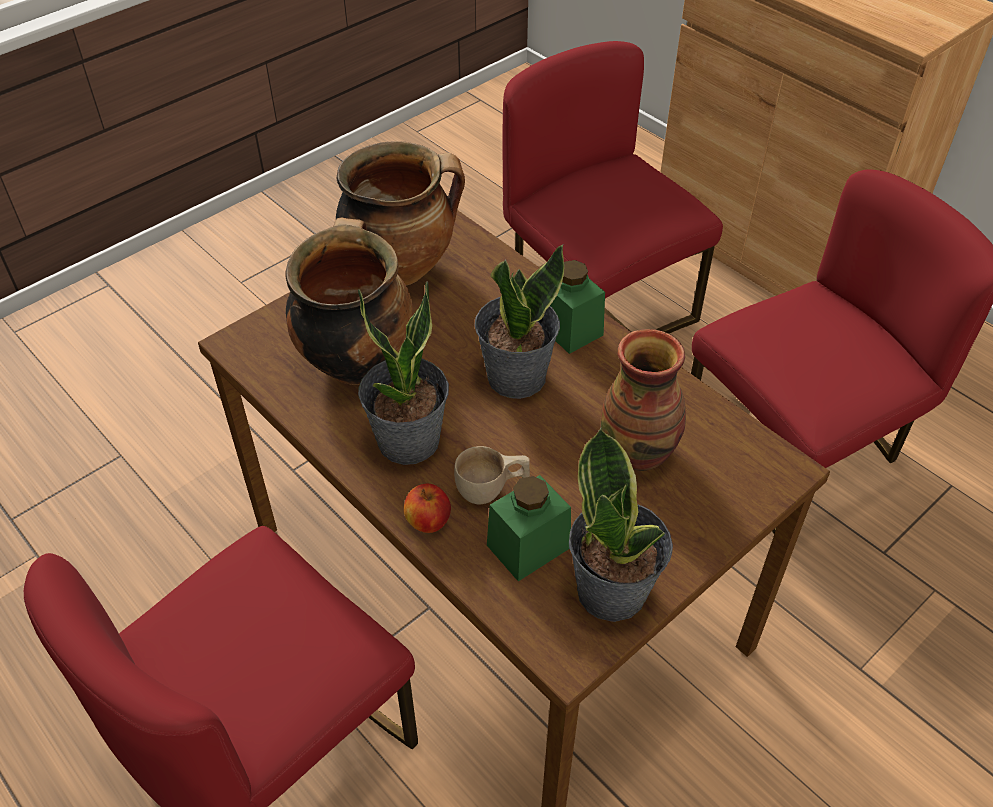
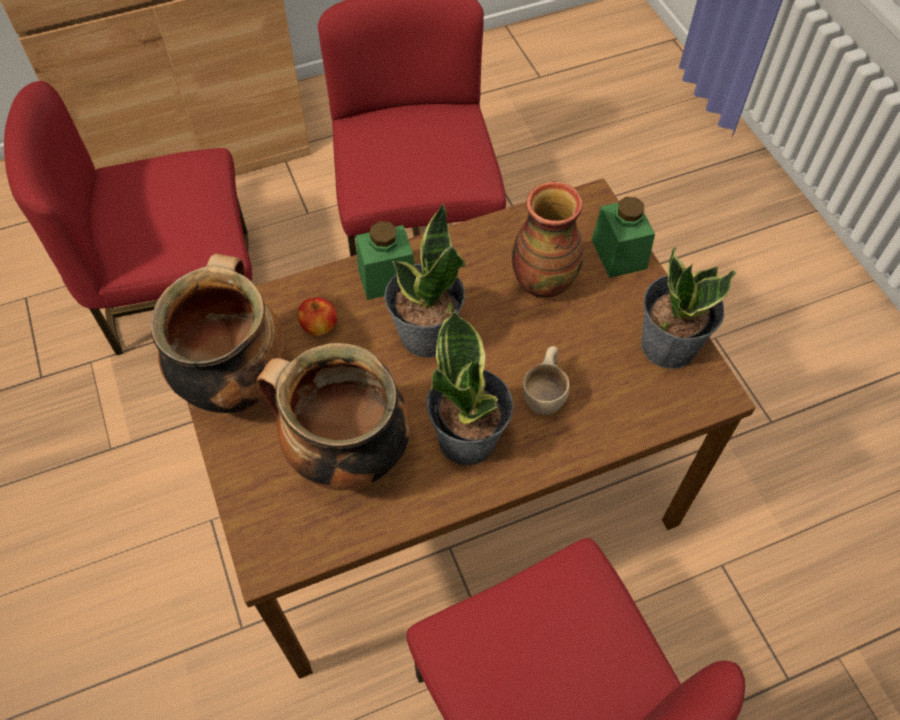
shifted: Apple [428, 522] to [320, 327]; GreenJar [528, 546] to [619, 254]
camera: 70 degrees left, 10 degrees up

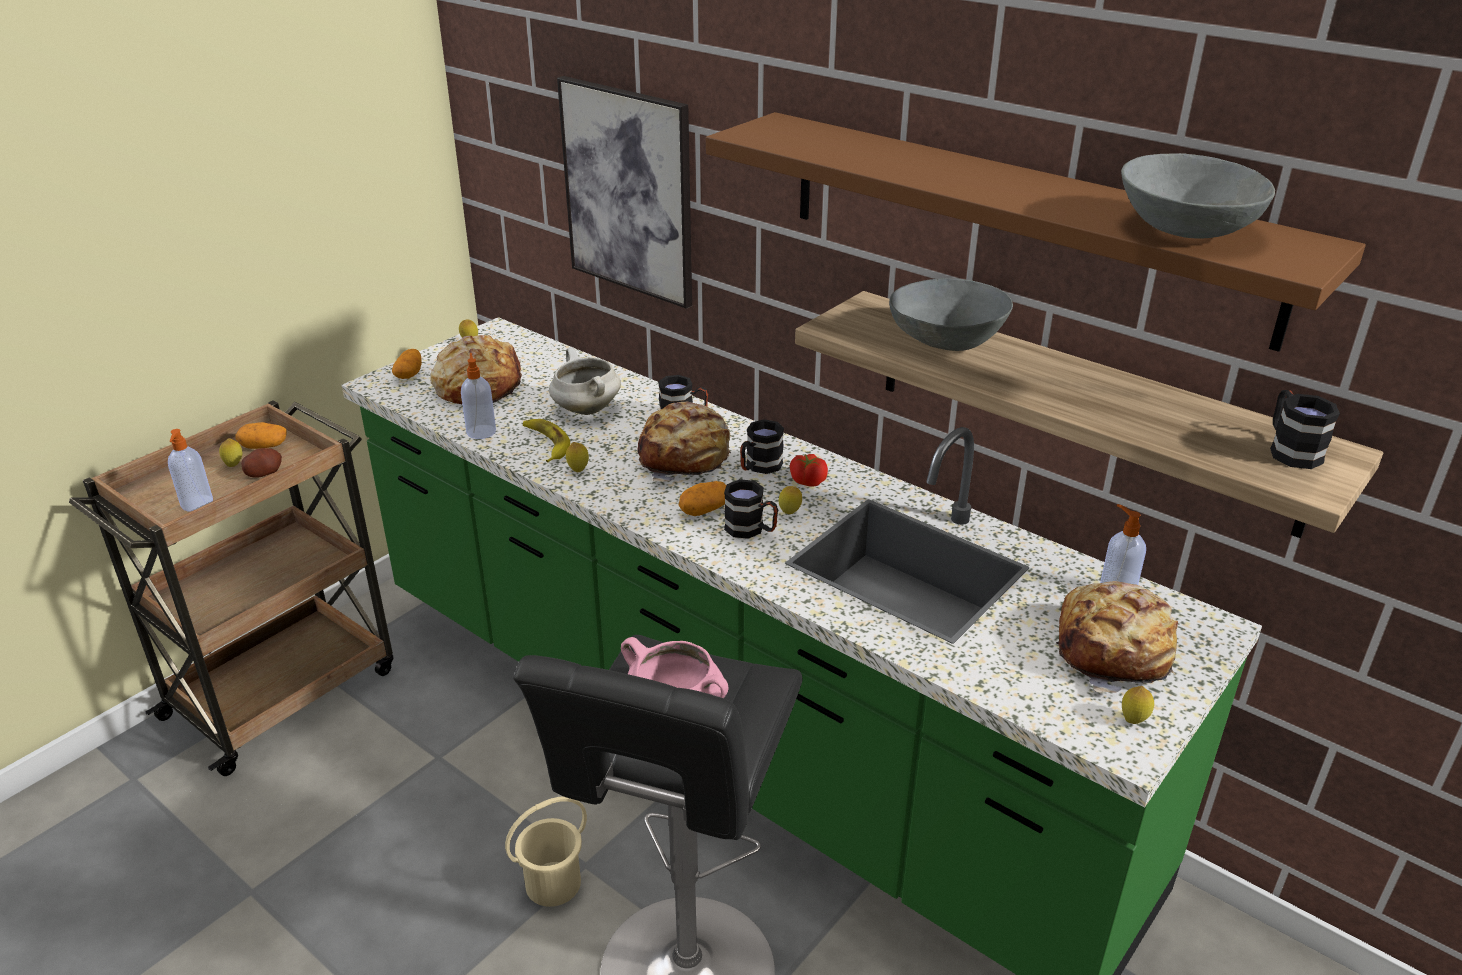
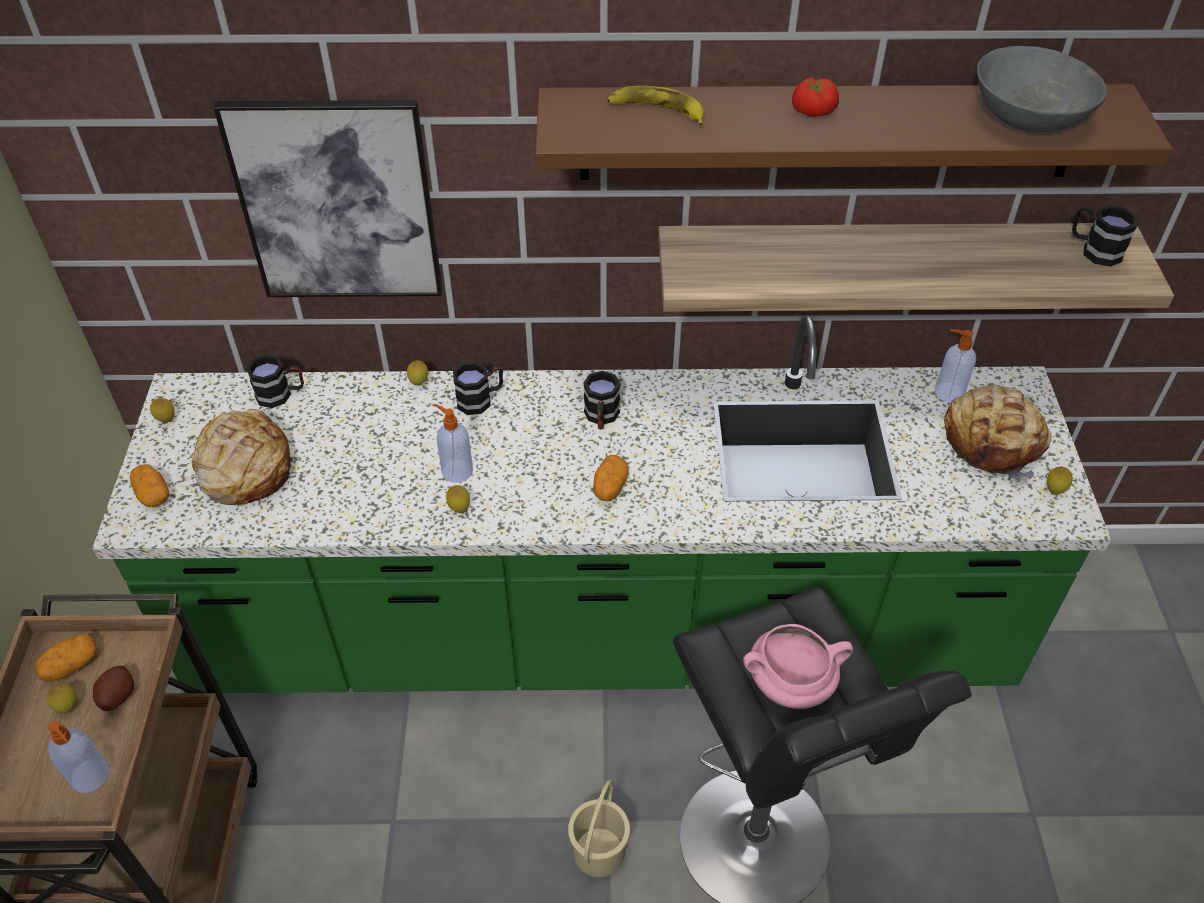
gone: WhiteCookingPot [585, 409]; Bread [685, 457]; GreyBowl [948, 340]
shifted: SoapDispenser [481, 431] to [456, 471]; Banana [546, 443] to [657, 111]; BlackMug [751, 530] to [281, 394]; Lemon [789, 513] to [419, 383]; Tomato [808, 480] to [812, 110]
camera: 40 degrees left, 15 degrees up

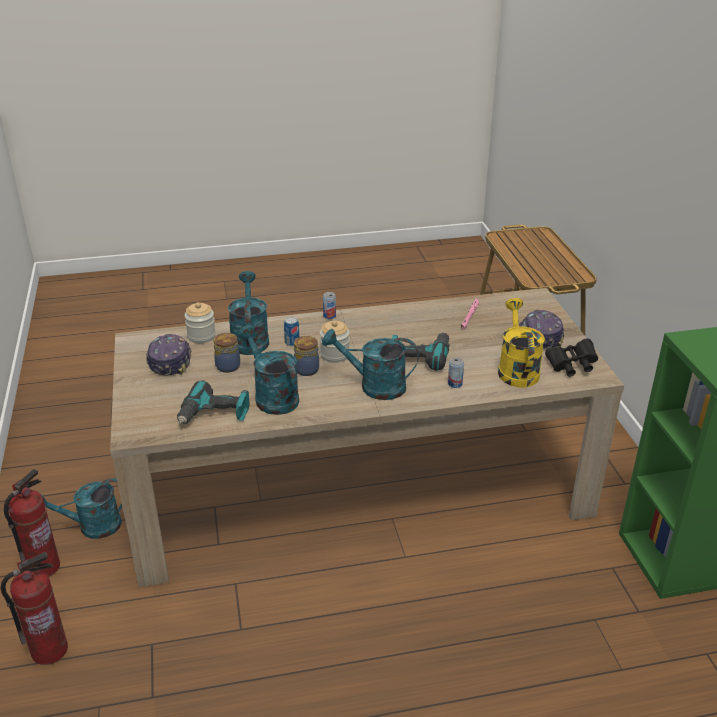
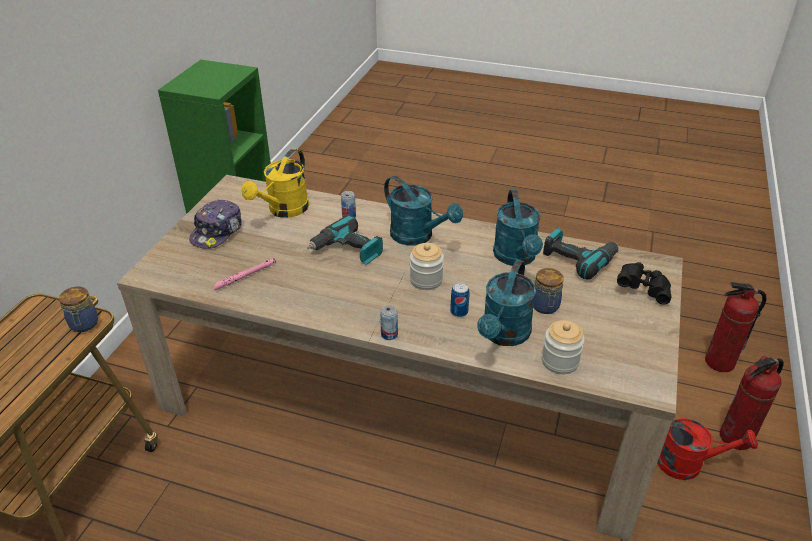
gone: Cap [170, 361]
shifted: Jar [306, 369] to [84, 325]; BlackBinoculars [571, 366] to [643, 289]
repainted: TurquoiseWateringCan [92, 527] to RedWateringCan [688, 463]
camera: 150 degrees left, 5 degrees up

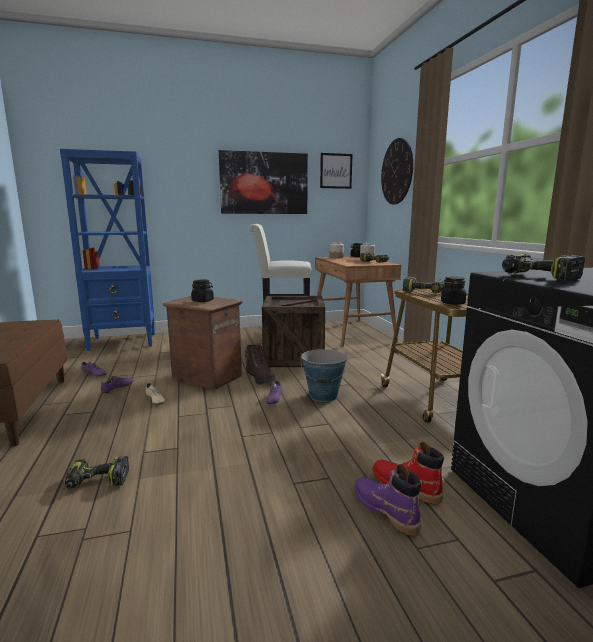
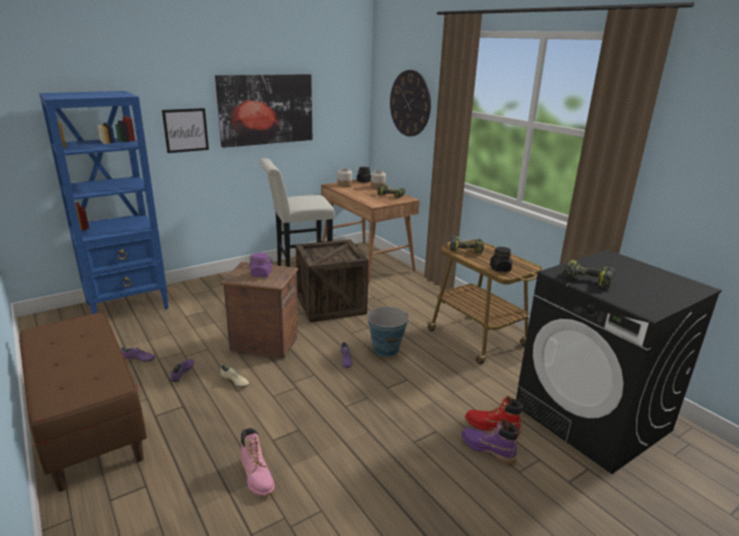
gone: BrownBoot [261, 378]
shifted: Picture [336, 171] to [186, 130]
swapped: PowerDrill [97, 482] to PinkBoot [257, 477]
repainted: BlackJar [203, 301] to PurpleJar [261, 274]
camera: 20 degrees left, 10 degrees up

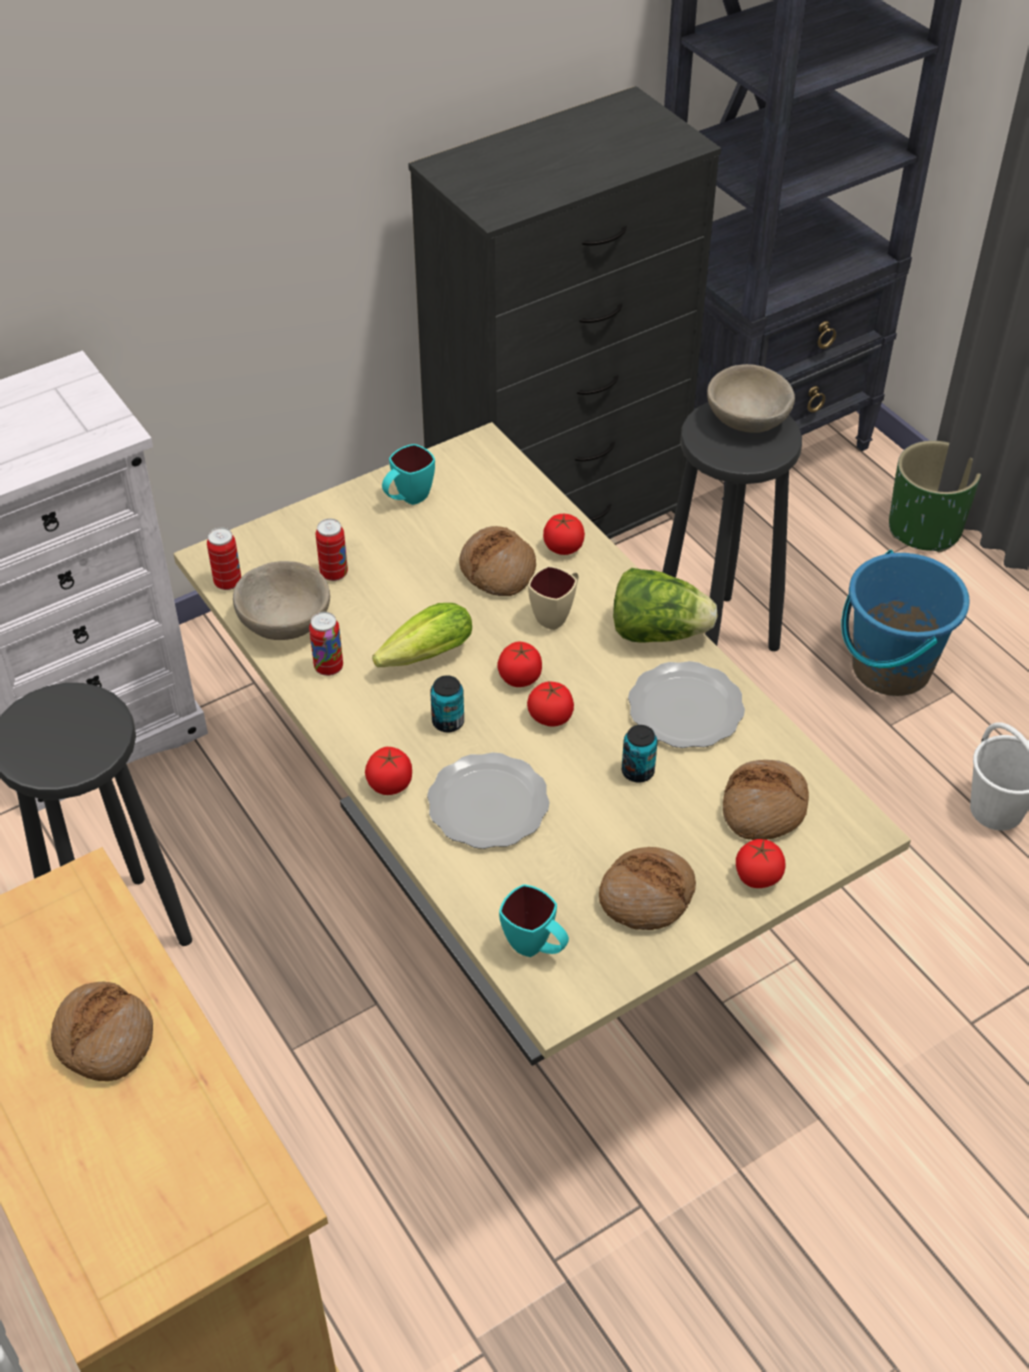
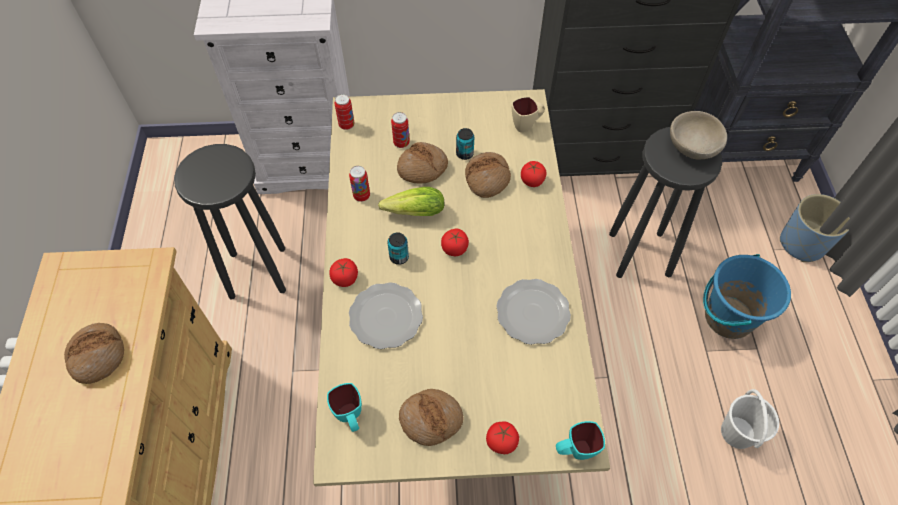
gone: BeigeBowl [286, 623]; Tomato [550, 717]; Lettuce [658, 632]
shifted: TurquoiseMug [408, 499] to [574, 451]; BeigeMug [556, 614] to [526, 125]; Can [637, 771] to [464, 154]; Bread [764, 808] to [422, 168]
repainted: GreenPlanter [925, 529] to BluePlanter [802, 244]
camera: 30 degrees right, 10 degrees up

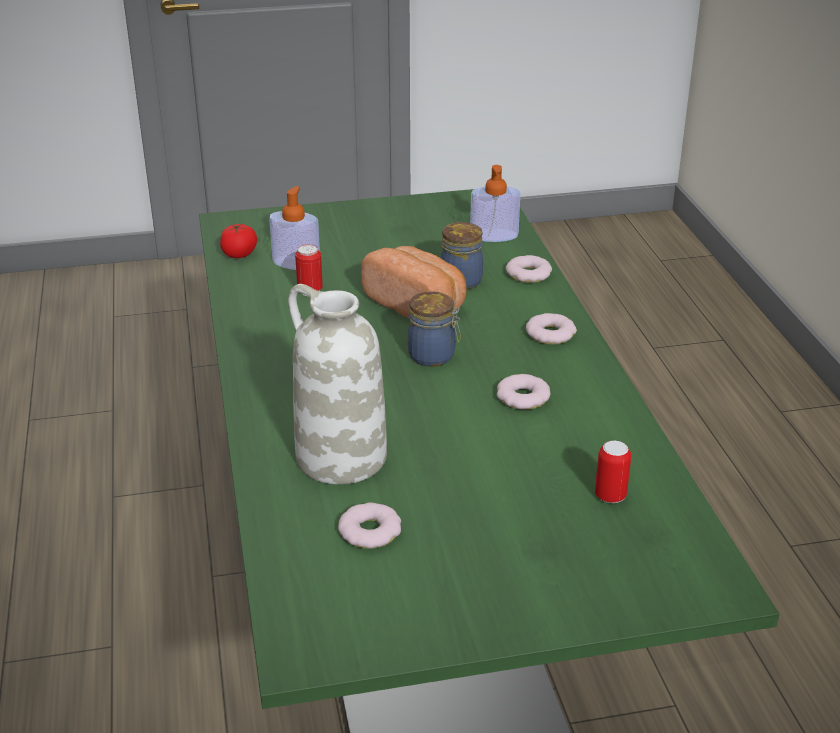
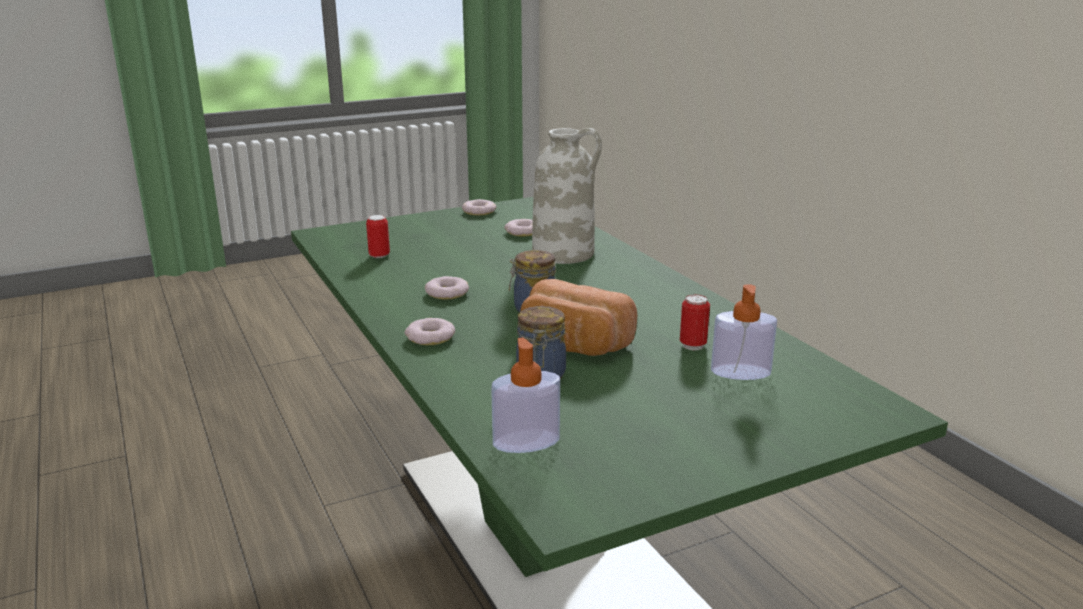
gone: Tomato [239, 254]
shifted: Donut [528, 274] to [478, 211]
camera: 165 degrees right, 10 degrees down

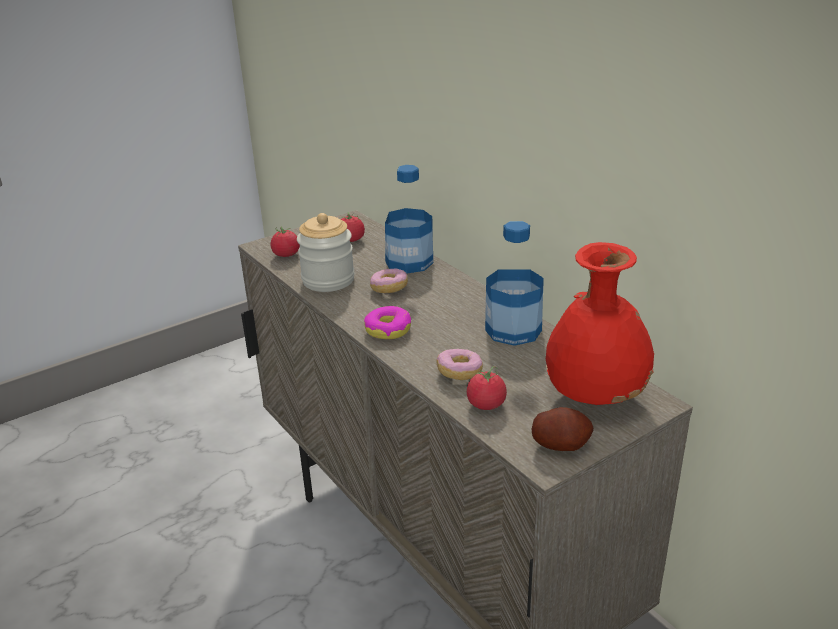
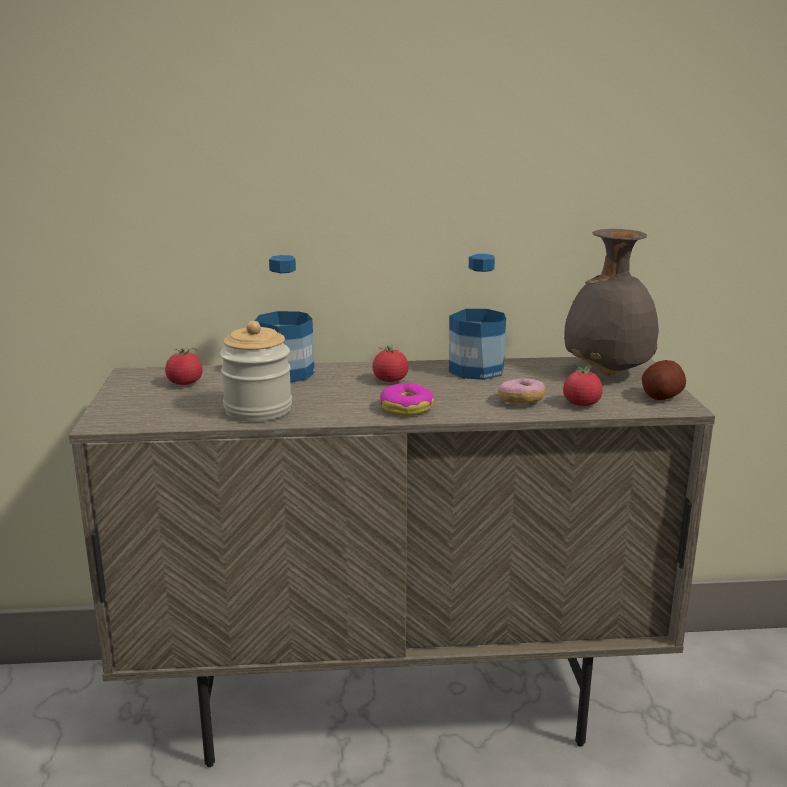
gone: Donut [389, 288]
shifted: Tomato [286, 255] to [390, 380]
repainted: RedVase [595, 396] to GreyVase [606, 372]
camera: 60 degrees left, 10 degrees down

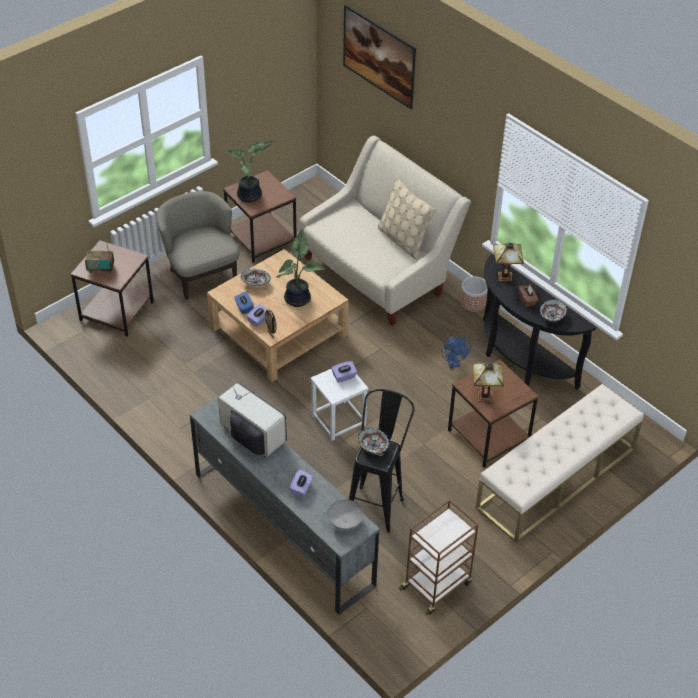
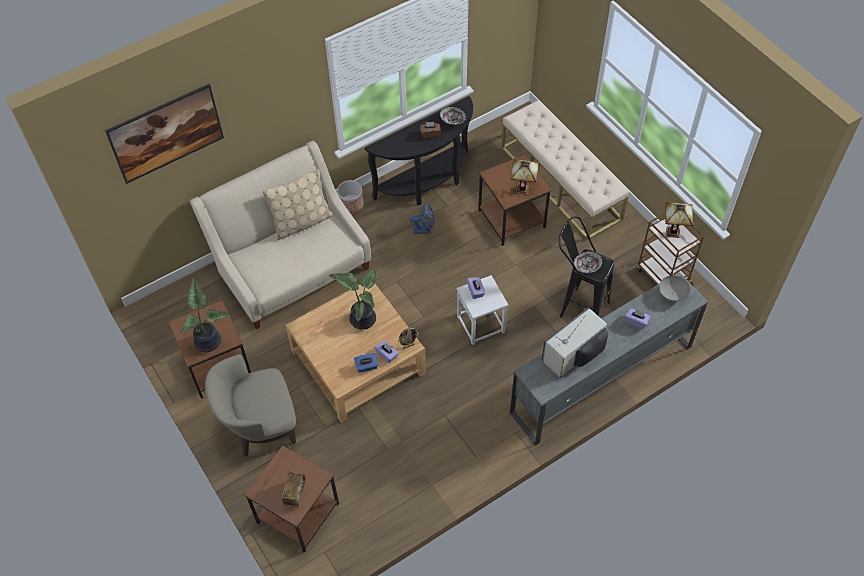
gone: Bowl [255, 283]
shifted: TableLamp [506, 277] to [674, 231]
camera: 80 degrees left, 10 degrees up

